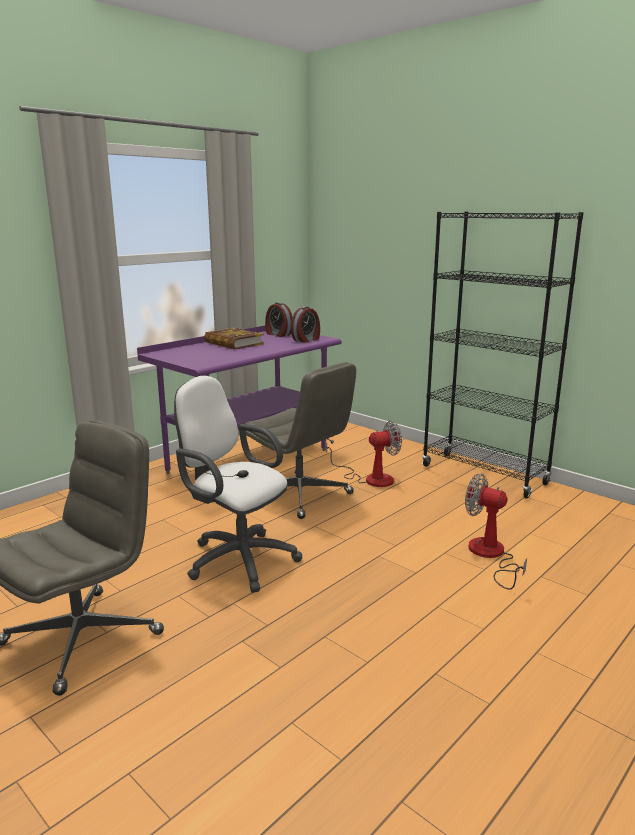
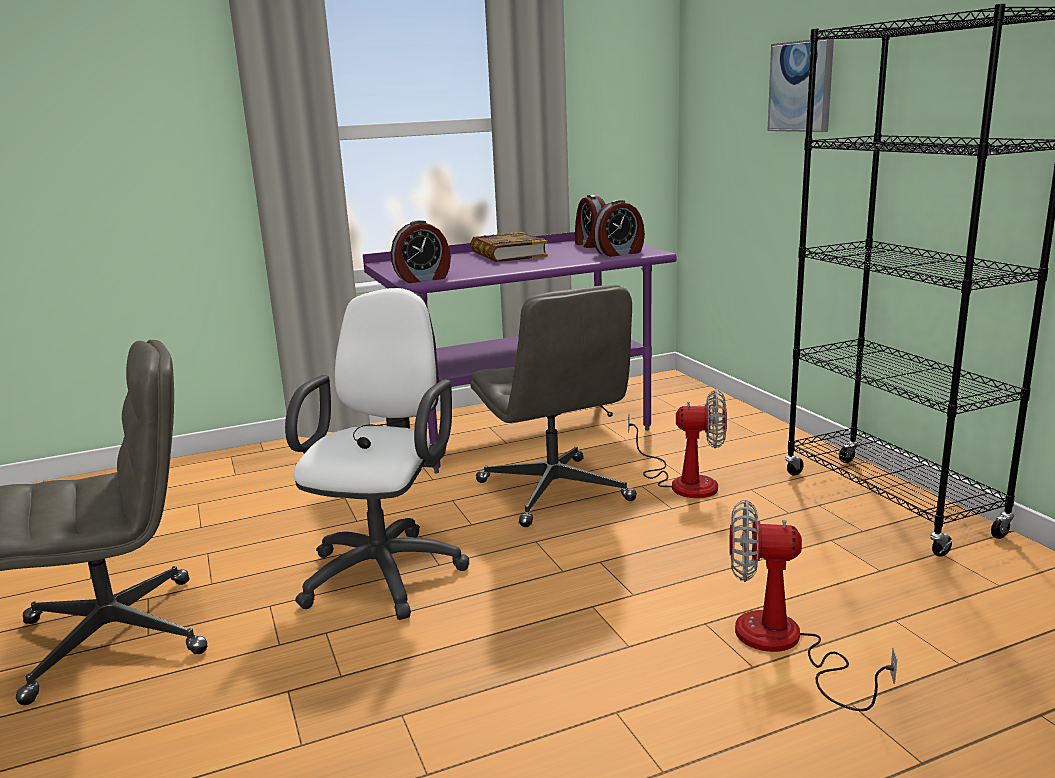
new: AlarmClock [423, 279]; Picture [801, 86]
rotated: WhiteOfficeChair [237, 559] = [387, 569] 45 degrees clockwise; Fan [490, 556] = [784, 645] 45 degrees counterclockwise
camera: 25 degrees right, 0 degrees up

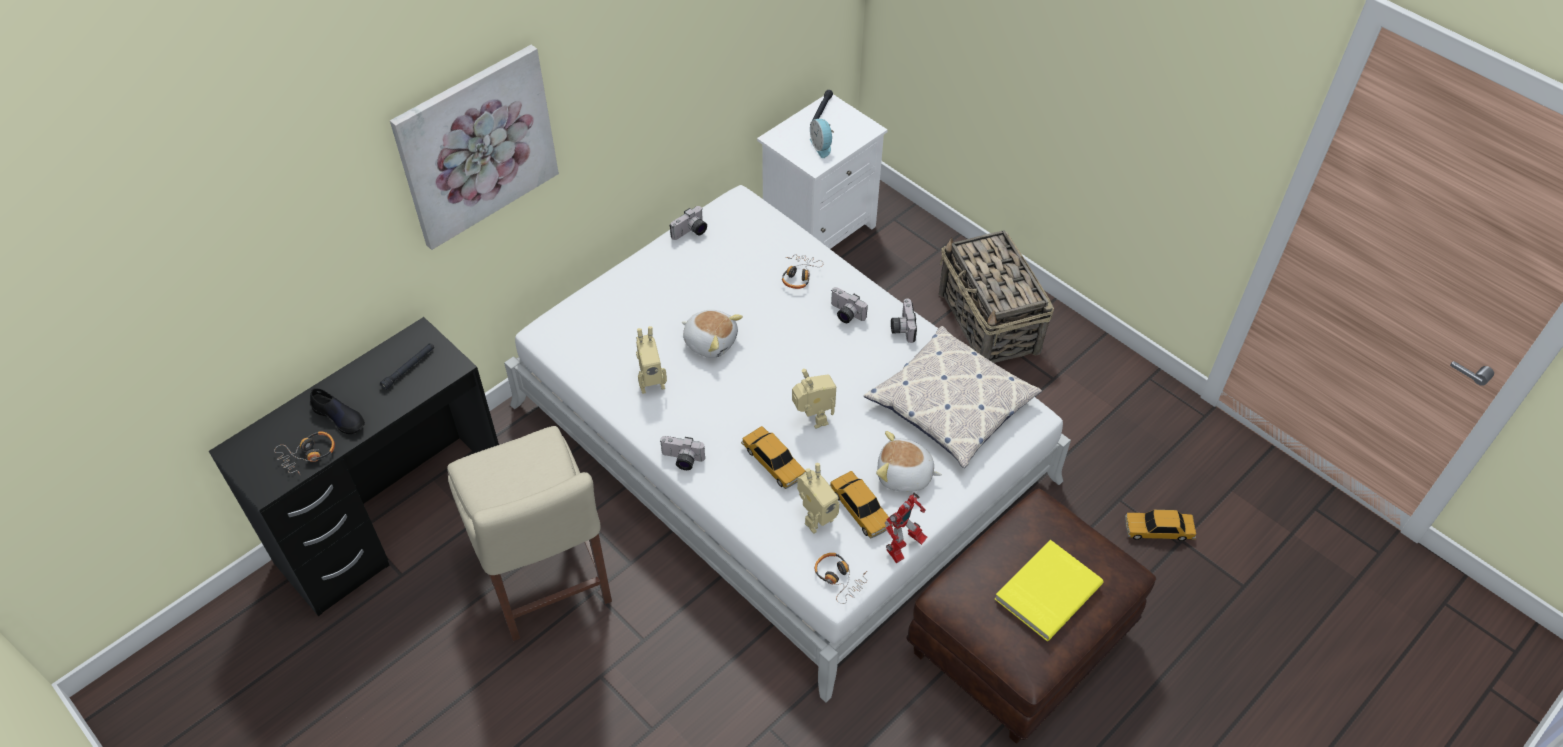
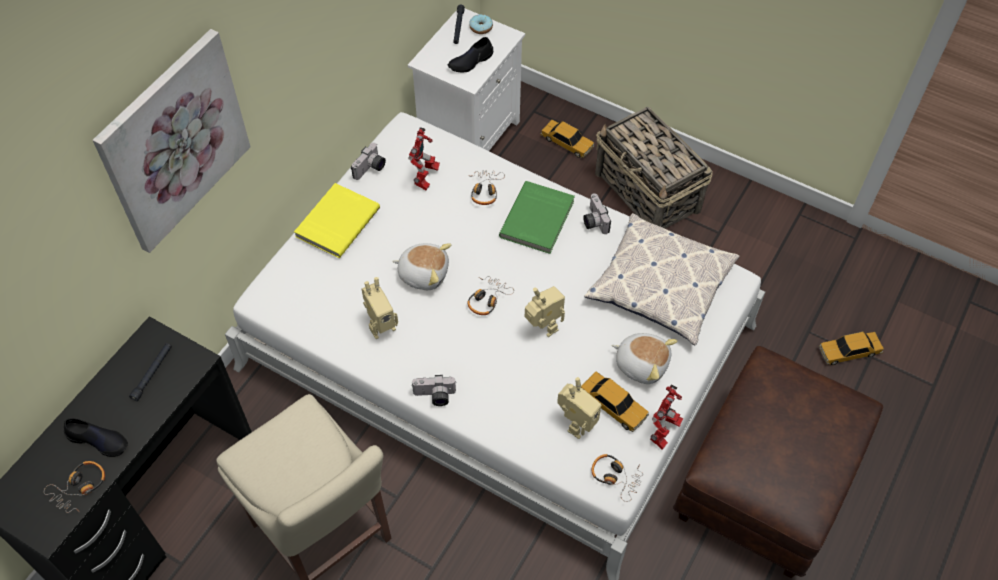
new: ToyRobot [425, 179]; Headphones [487, 299]; Donut [481, 28]
shifted: ToyCar [773, 462] to [567, 143]; YellowBook [1046, 591] to [336, 222]
swapped: AlarmClock [822, 146] to BlackShoe [470, 61]; PhotoCamera [845, 314] to GreenBook [538, 219]
rotated: PlushToy [904, 476] = [641, 363] 150 degrees counterclockwise
camera: 15 degrees left, 5 degrees up

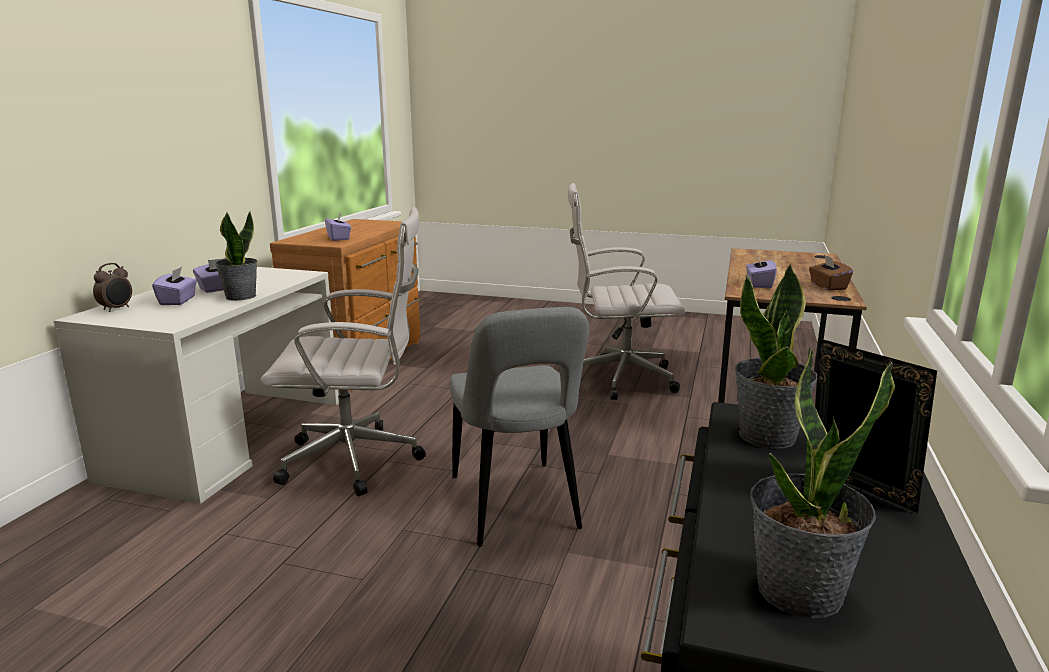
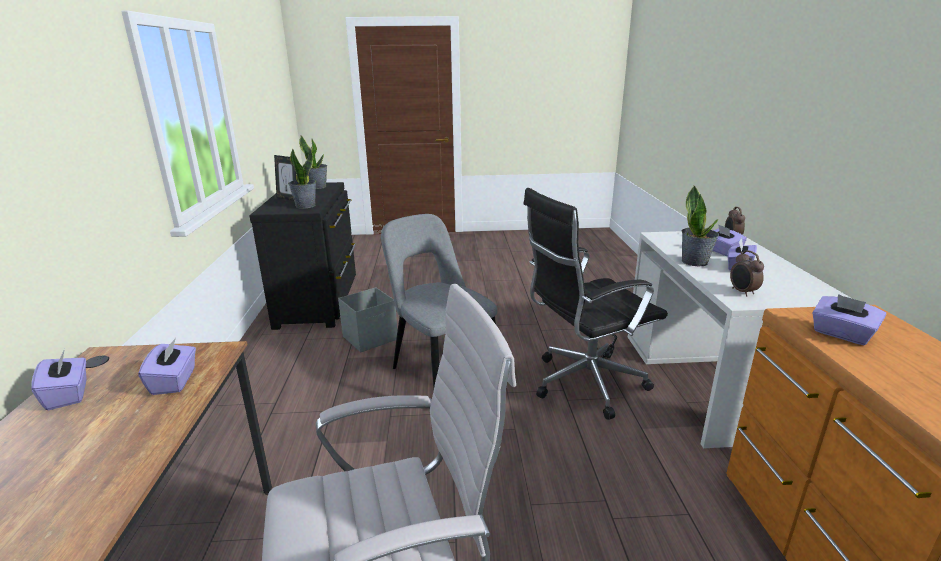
new: GreyStorageBox [371, 338]; AlarmClock [742, 292]
repainted: WhiteOfficeChair [358, 461] to BlackOfficeChair [583, 384]; BrownTissueBox [827, 286] to PurpleTissueBox [68, 394]
camera: 160 degrees right, 5 degrees up

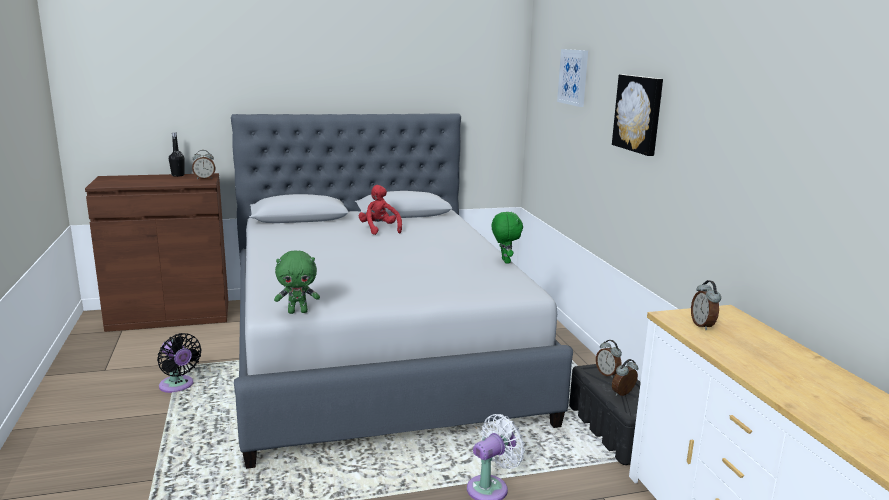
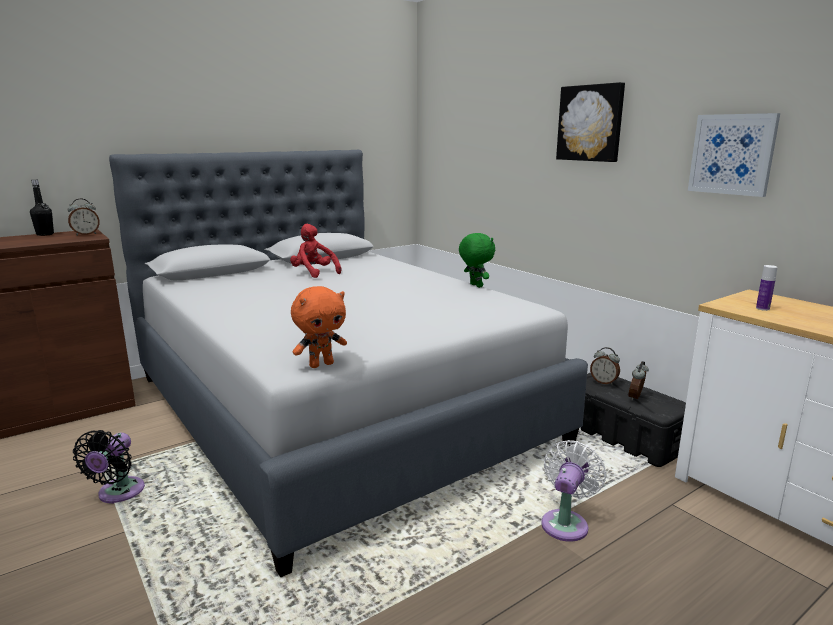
shifted: Picture [573, 77] to [732, 154]
swapped: AlarmClock [703, 325] to Bottle [762, 308]
repainted: GreenPlushToy [298, 312] to OrangePlushToy [321, 364]
rotated: BlackFan [178, 386] = [118, 494] 75 degrees clockwise
camera: 20 degrees left, 0 degrees up

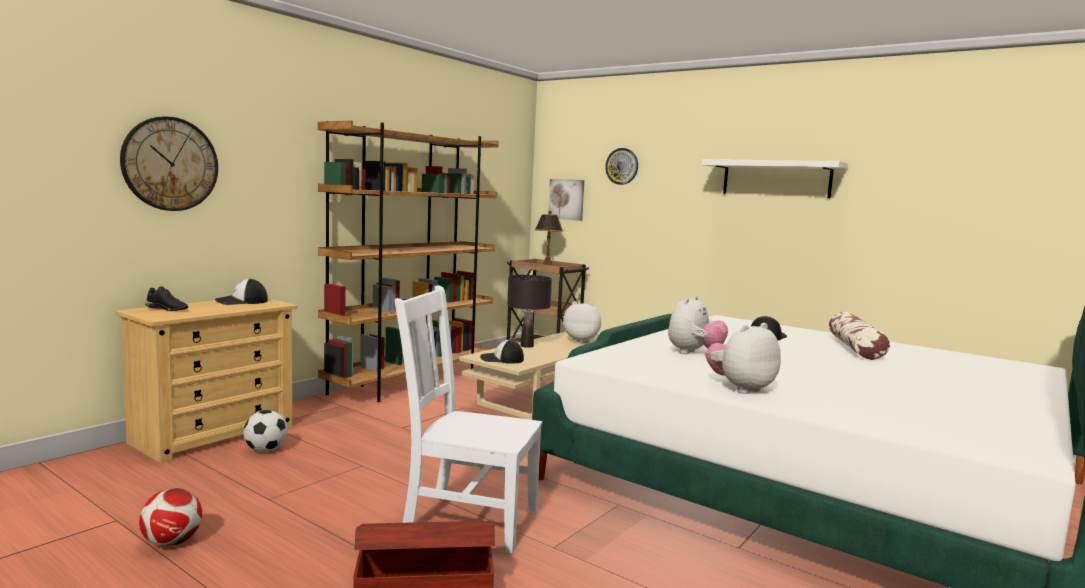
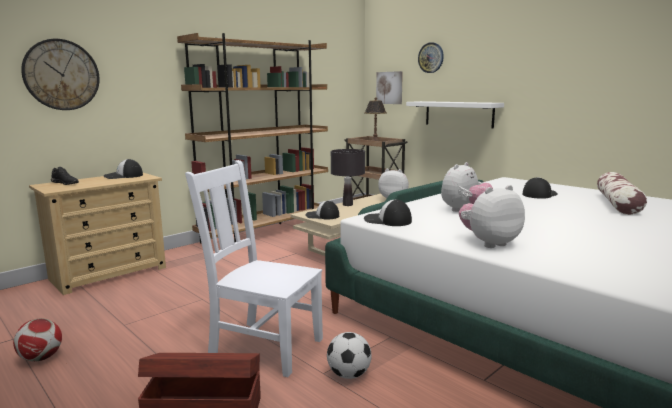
new: Cap [387, 221]
shifted: Football [266, 450] to [349, 375]; WhiteShelf [776, 179] to [458, 114]
camera: 10 degrees right, 5 degrees up

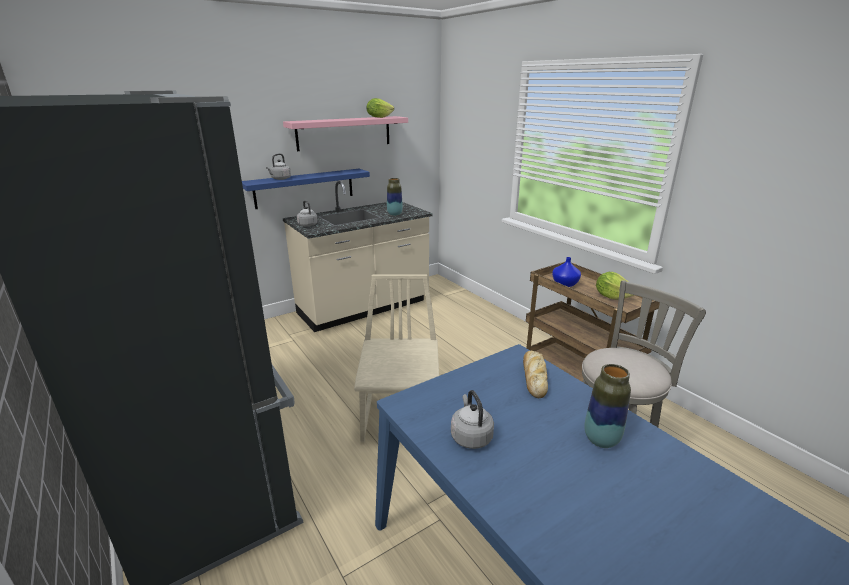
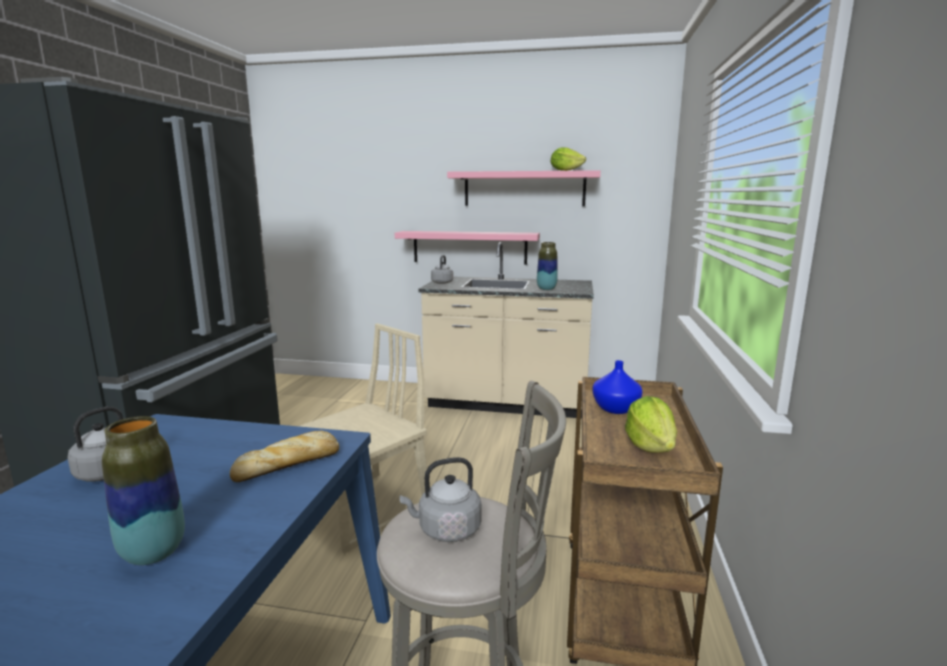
shifted: GreyKettle [280, 179] to [446, 530]
repainted: BlueShelf [304, 188] to PinkShelf [469, 247]
camera: 45 degrees right, 10 degrees down

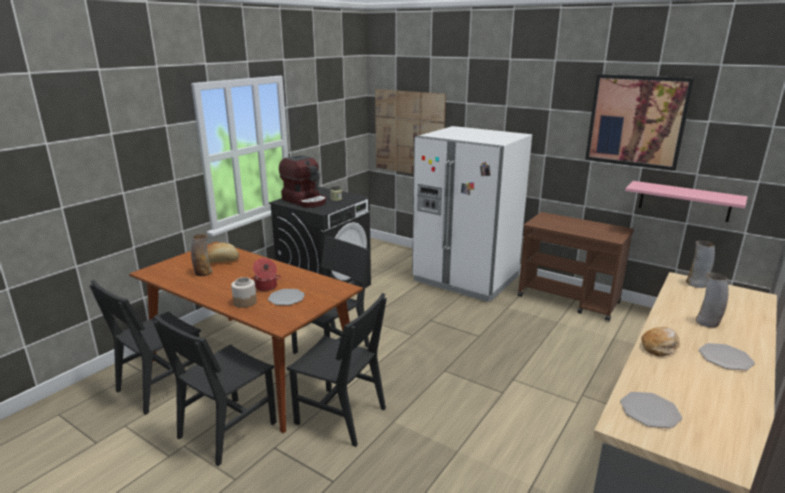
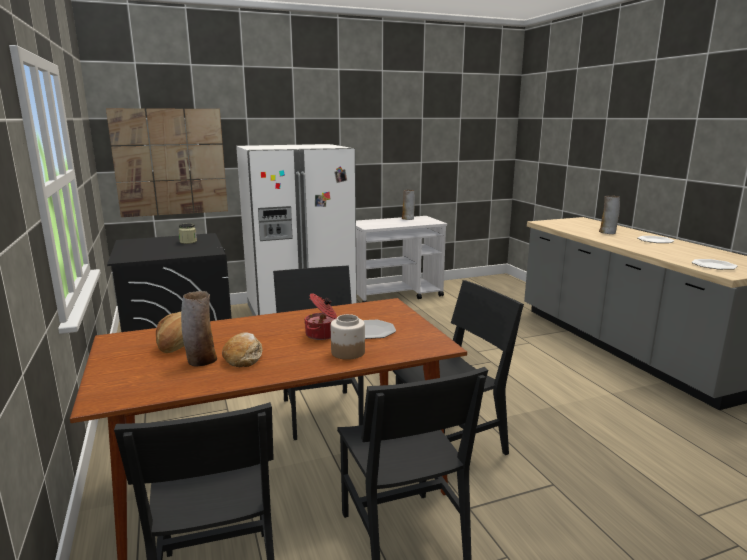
gone: CoffeeMachine [305, 200]; Picture [636, 121]; PinkShelf [684, 201]
shifted: Bread [660, 346] to [243, 357]; Vase [696, 284] to [408, 219]
repainted: BrownCart [569, 300] to WhiteCart [396, 294]
camera: 55 degrees left, 5 degrees down

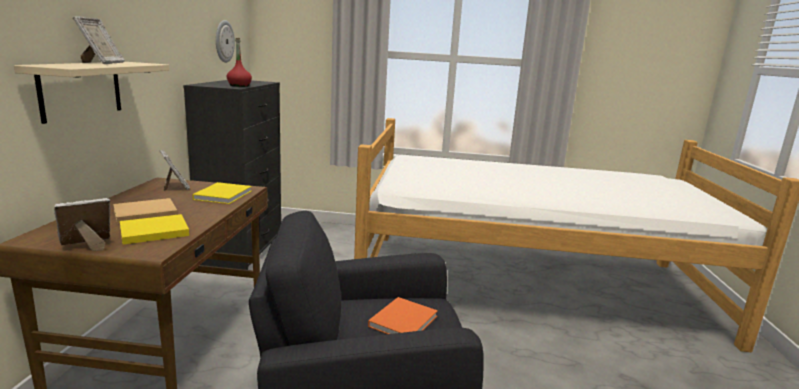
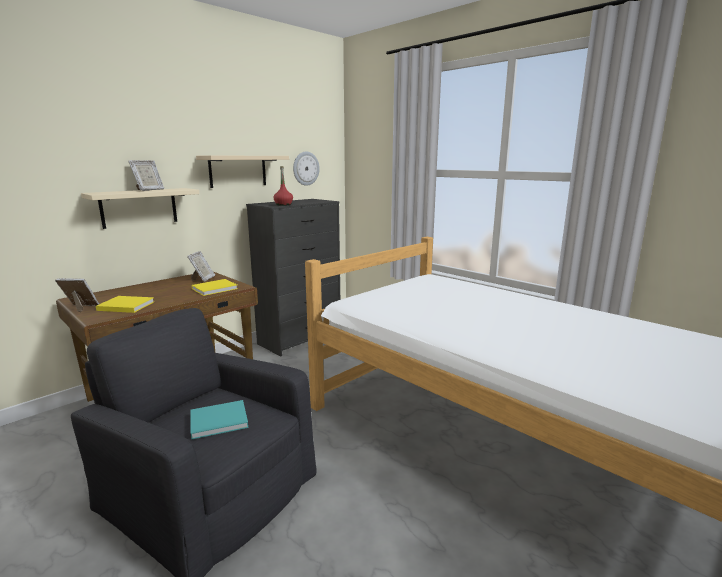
gone: BeigeBook [143, 213]
new: BeigeShelf [238, 171]
repainted: OrangeBook [404, 320] to TurquoiseBook [221, 420]
camera: 40 degrees right, 0 degrees up

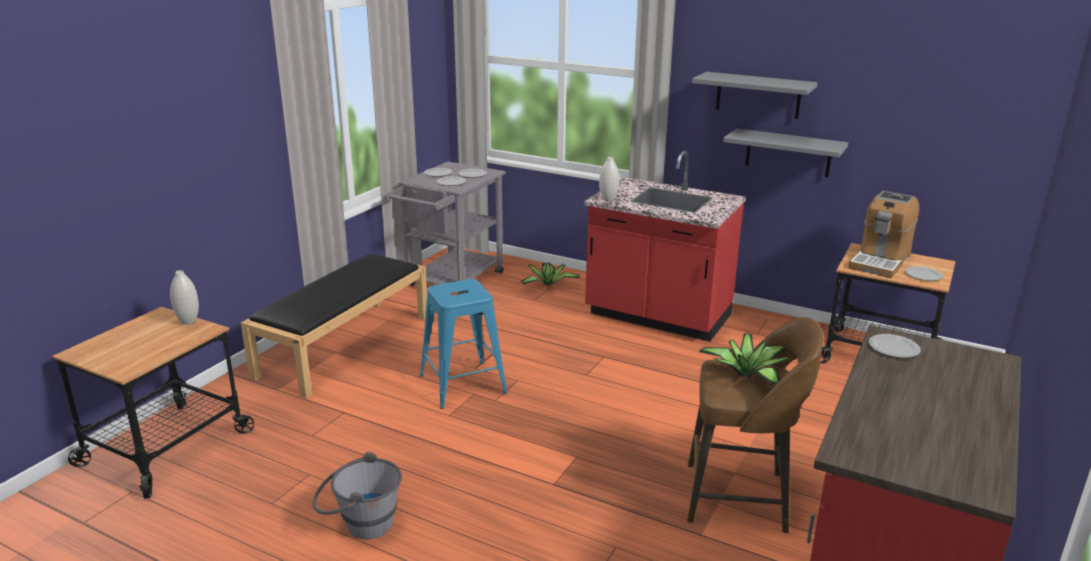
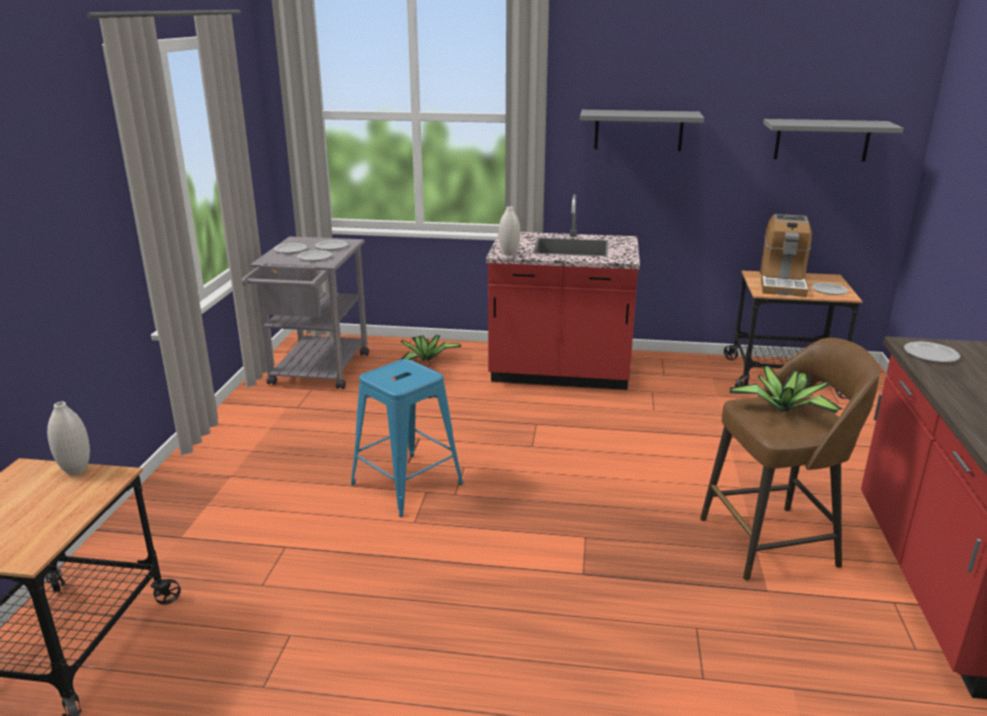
gone: BlackBench [345, 345]; GreyBucket [360, 525]
shifted: GreyShelf [788, 153] to [822, 140]
camera: 20 degrees left, 0 degrees up

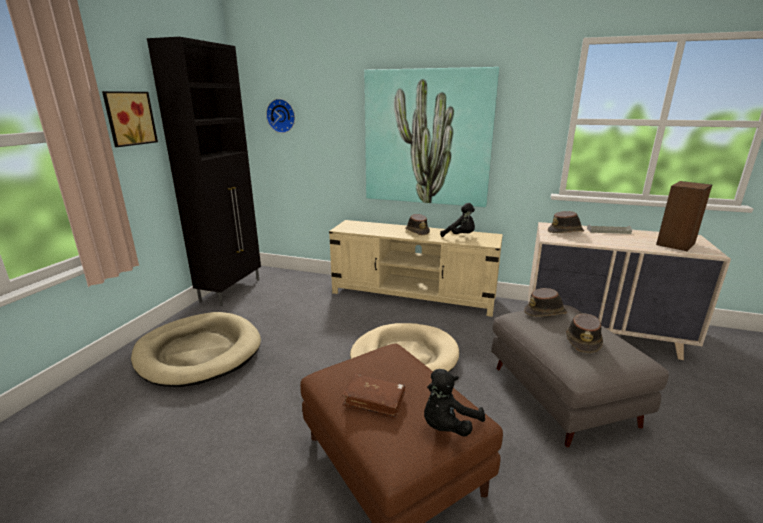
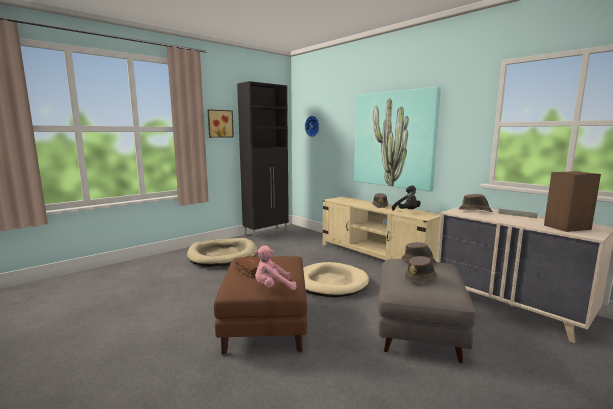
repainted: BlackPlushToy [447, 426] to PinkPlushToy [273, 287]
camera: 30 degrees right, 10 degrees down

